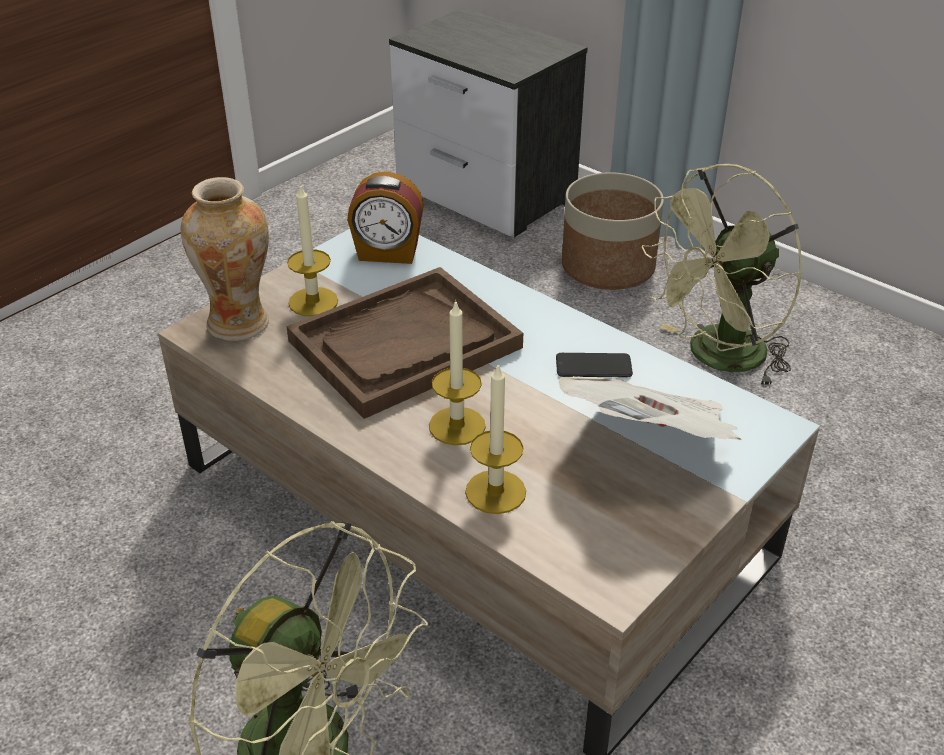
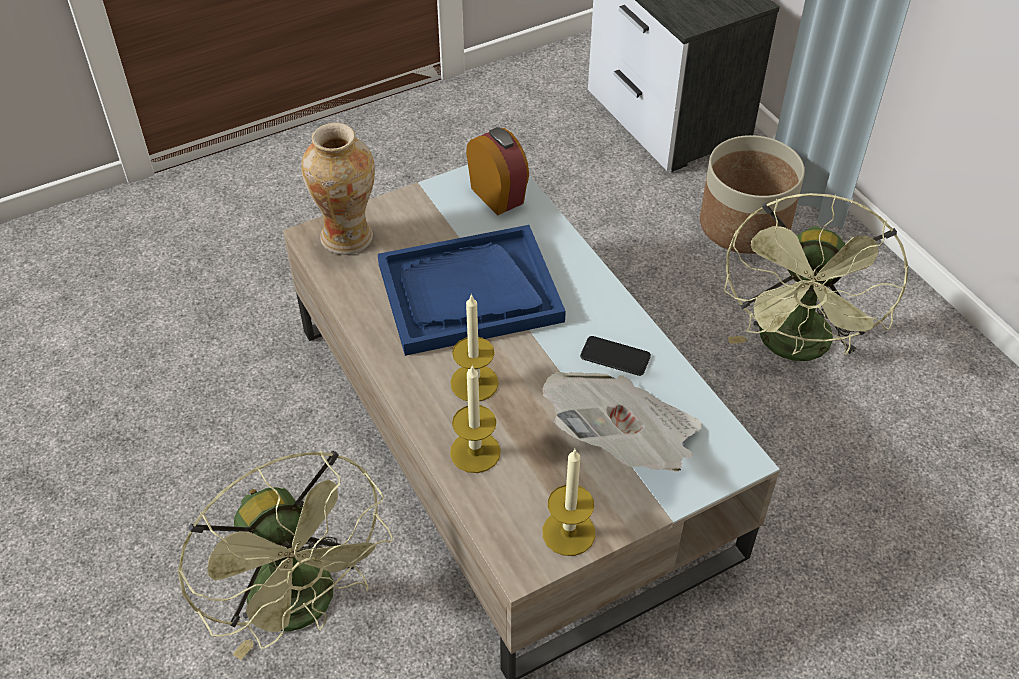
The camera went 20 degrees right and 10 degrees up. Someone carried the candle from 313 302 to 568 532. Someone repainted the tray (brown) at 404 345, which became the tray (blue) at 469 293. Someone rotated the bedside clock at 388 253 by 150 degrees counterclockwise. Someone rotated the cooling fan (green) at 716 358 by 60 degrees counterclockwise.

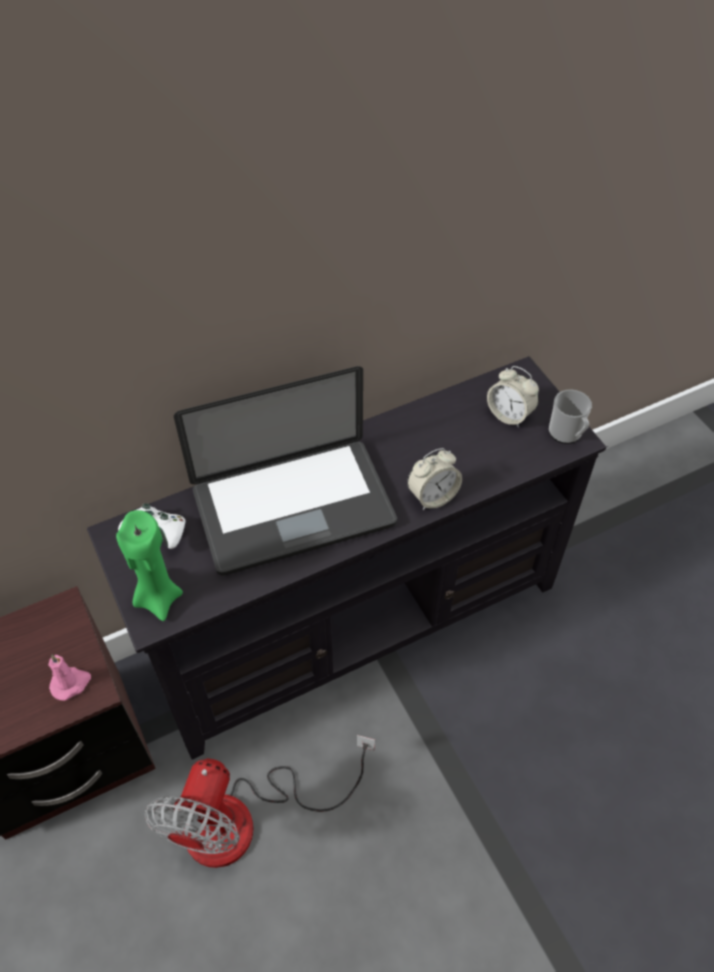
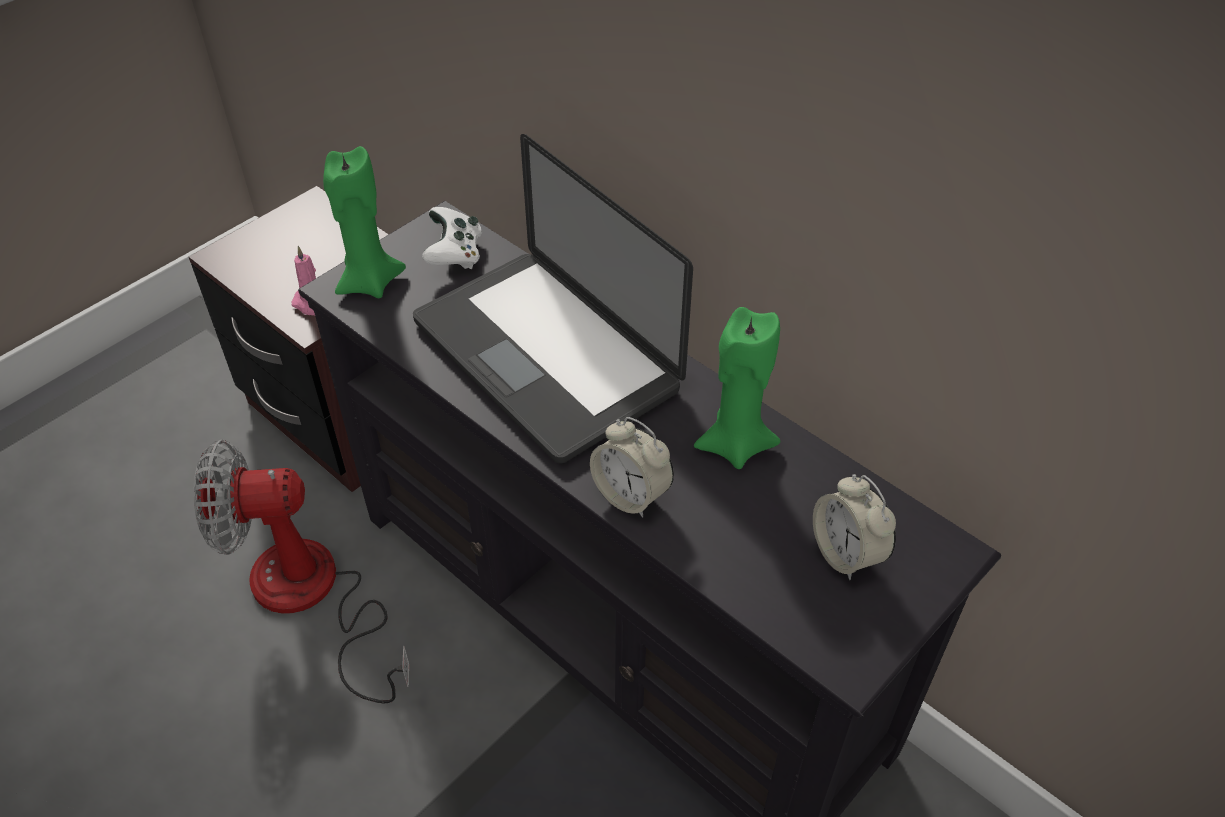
The camera went 70 degrees right and 5 degrees down. Someone rotated the bedside clock at 509 414 by 45 degrees counterclockwise. Someone took away the mug at 567 434. Someone put down the candle (green) at 735 445.

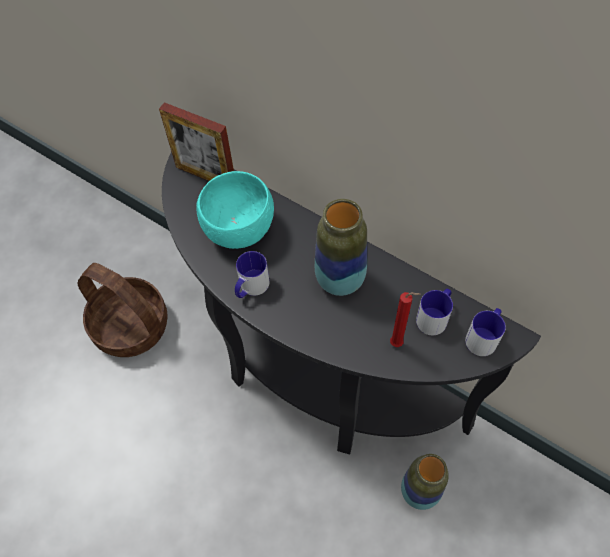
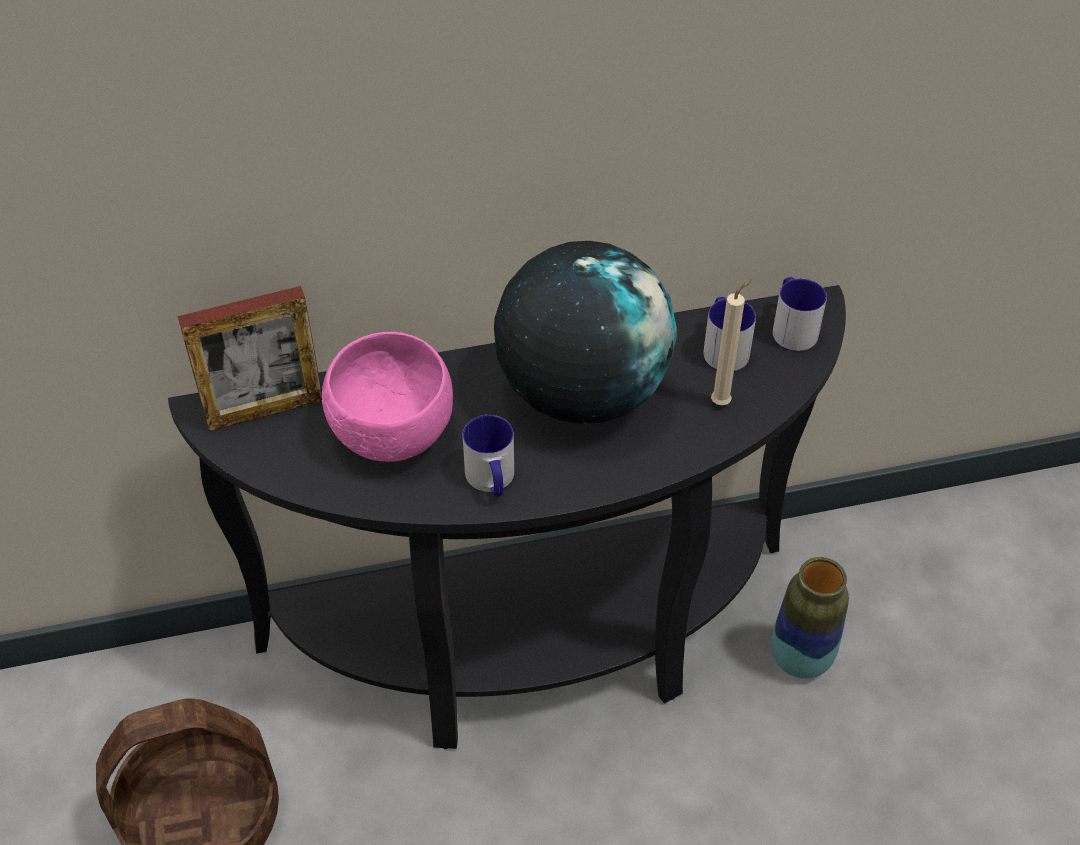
The camera went 50 degrees left and 10 degrees down. Someone repainted the deep dish (blue-green) at 238 228, which became the deep dish (pink-coloured) at 390 434. Someone swapped the decorative vase at 340 280 for the world globe at 582 392. Someone repainted the candle (reddish) at 398 344, which became the candle (sand-coloured) at 723 402.

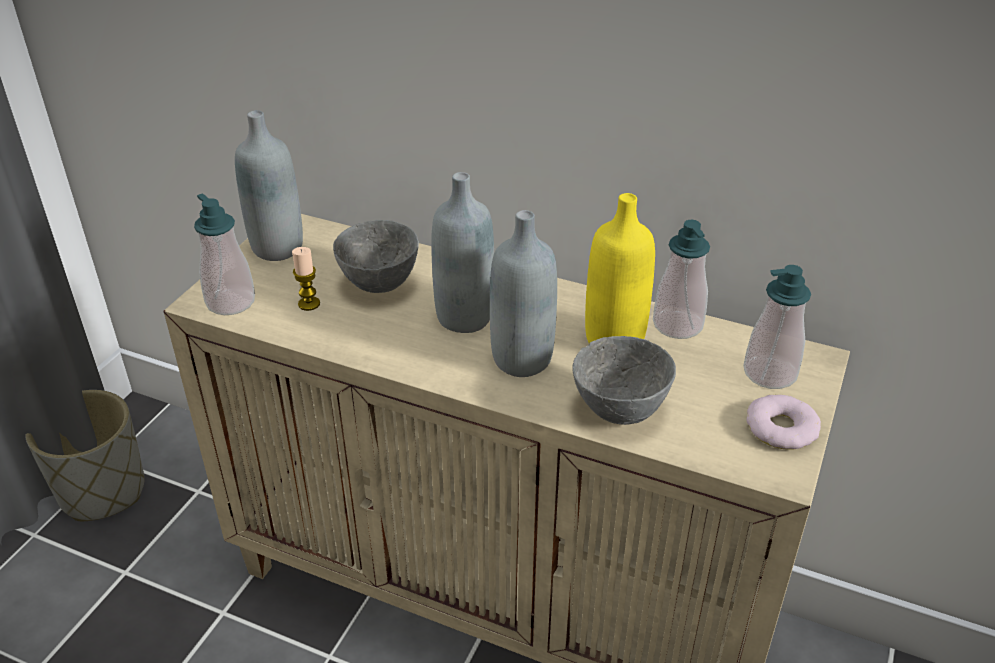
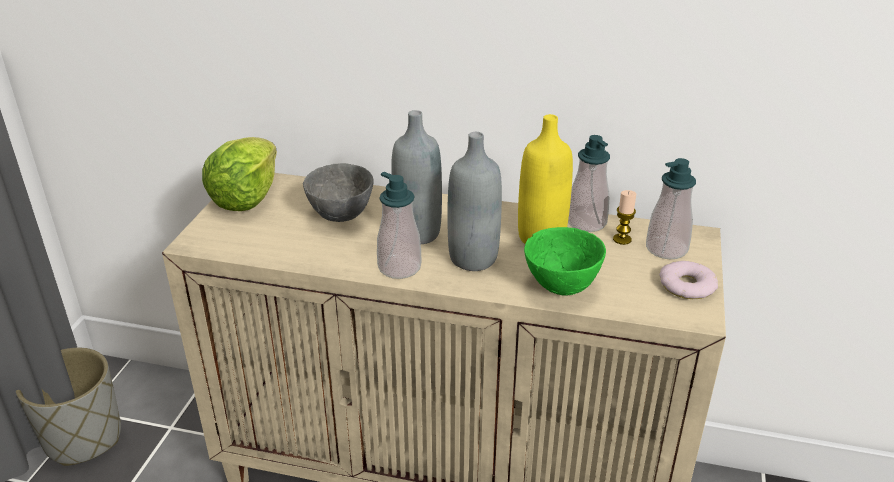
The camera went 10 degrees left and 5 degrees down. Someone carried the liquid soap bottle from 231 302 to 399 267. Someone swapped the beverage bottle (gray) at 277 248 for the head of lettuce at 246 197. Someone carried the candle from 309 304 to 622 239. Someone repainted the deep dish (gray) at 621 412, which became the deep dish (green) at 562 287.

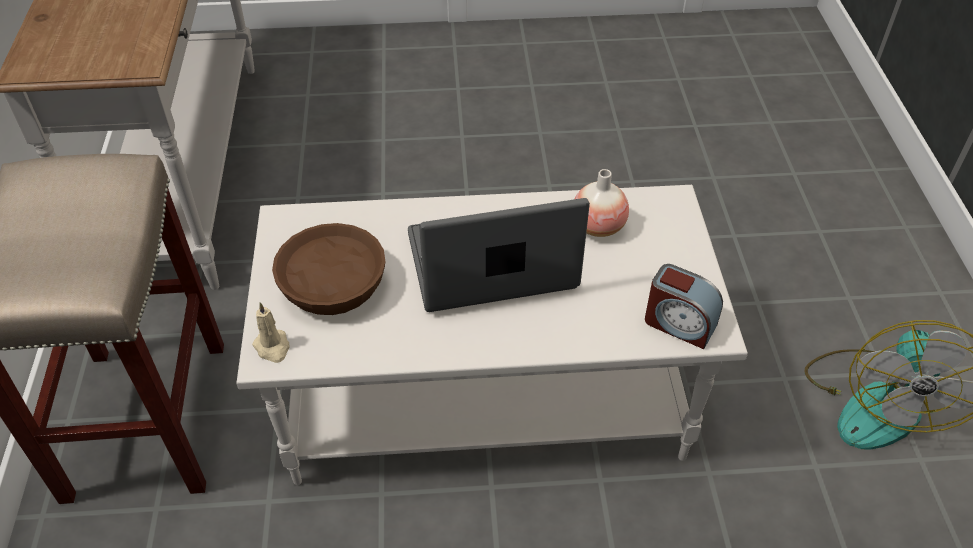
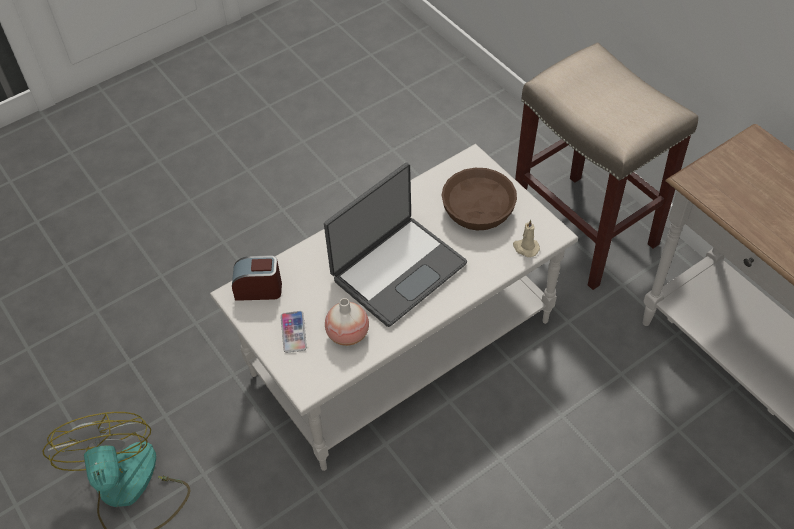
The camera went 150 degrees right and 5 degrees up. Someone carried the candle (sand-coloured) from 273 347 to 525 248. Someone put down the handset at 293 332.

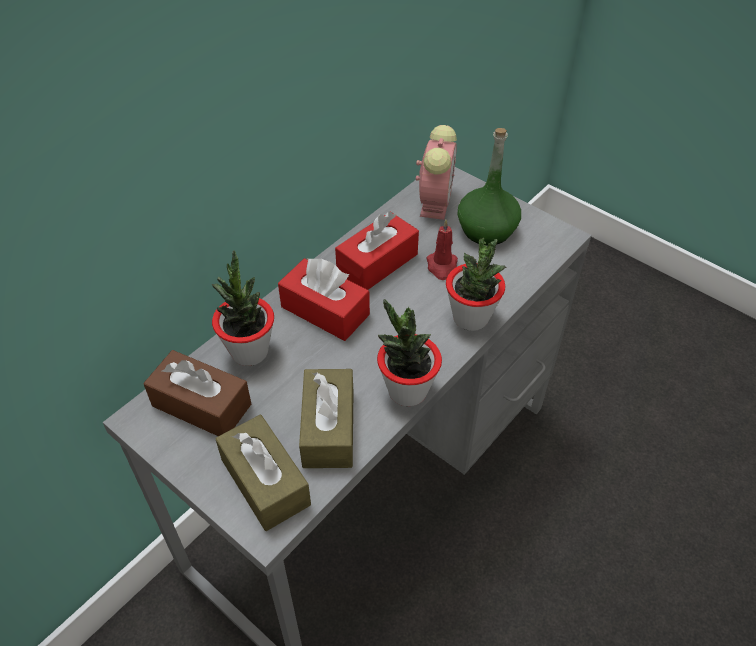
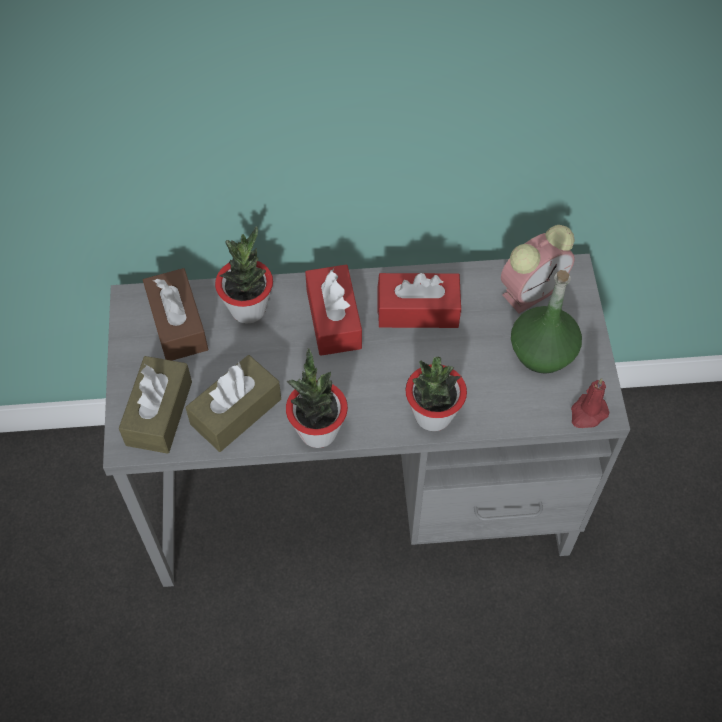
The camera went 45 degrees right and 10 degrees up. Someone carried the candle (reddish) from 442 266 to 587 413.

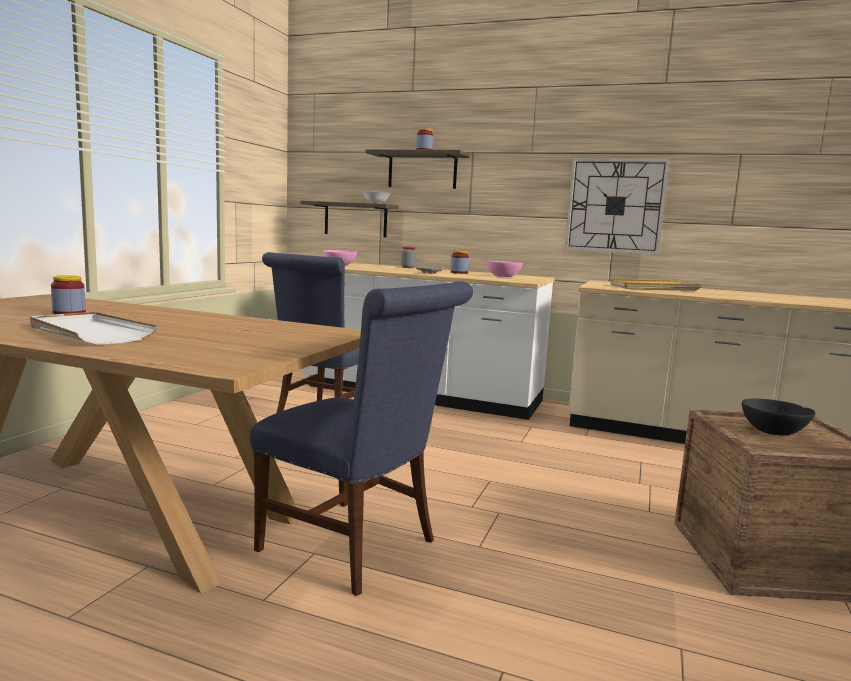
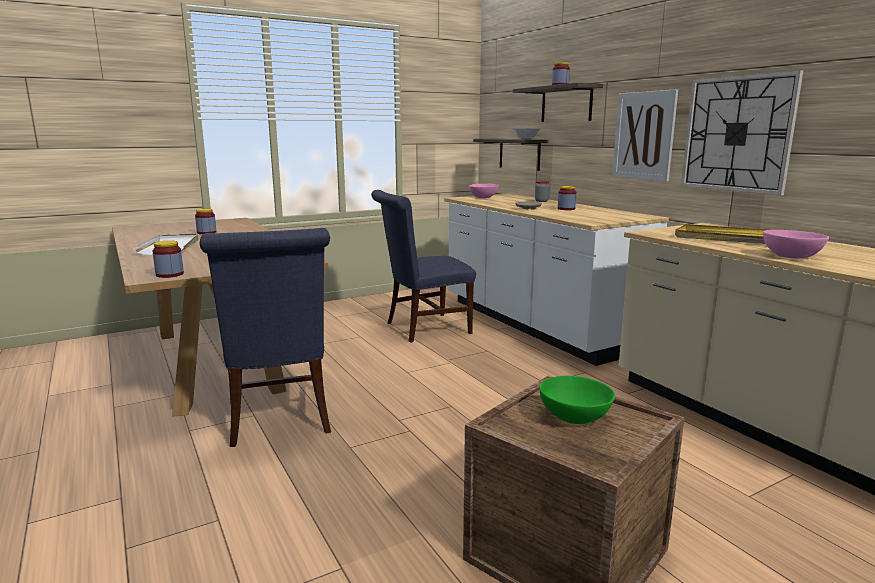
The camera went 40 degrees right and 5 degrees up. Someone carried the deep dish (pink-coloured) from 503 276 to 791 256. Someone repainted the deep dish (black) at 773 431, which became the deep dish (green) at 574 417. Someone put down the storage jar at 169 274. Someone put up the picture at 644 136.

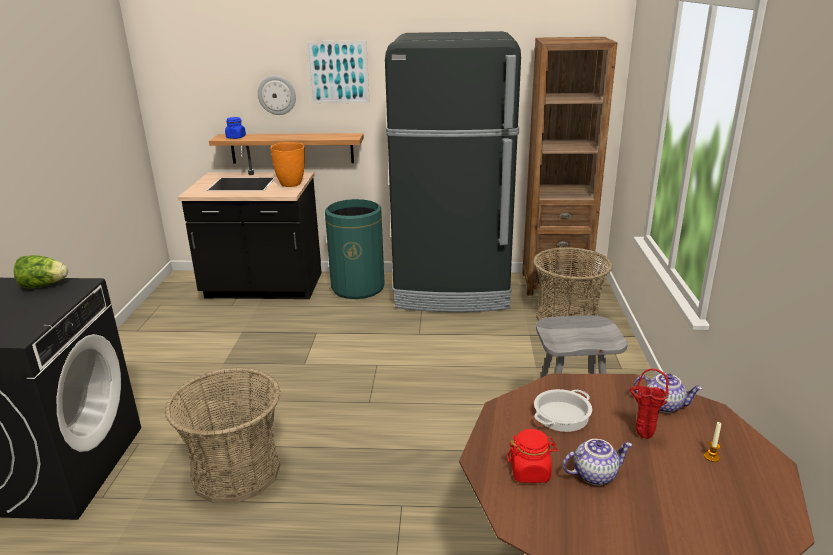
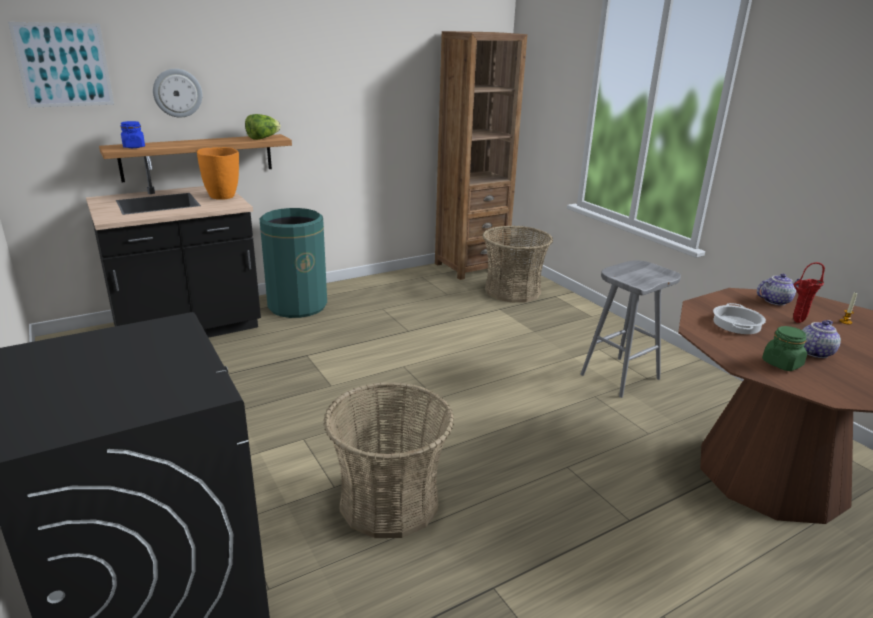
The camera went 35 degrees left and 0 degrees up. Someone carried the head of lettuce from 44 286 to 263 138. Someone carried the picture from 338 72 to 63 65. Someone took away the kitchen fridge (black) at 453 291. Someone repainted the storage jar (reddish) at 530 472, which became the storage jar (green) at 782 363.

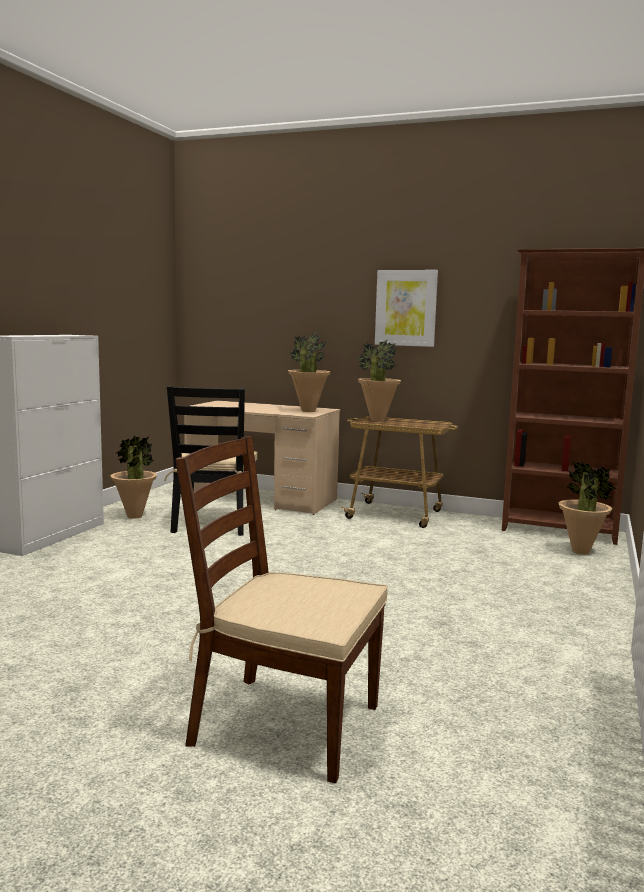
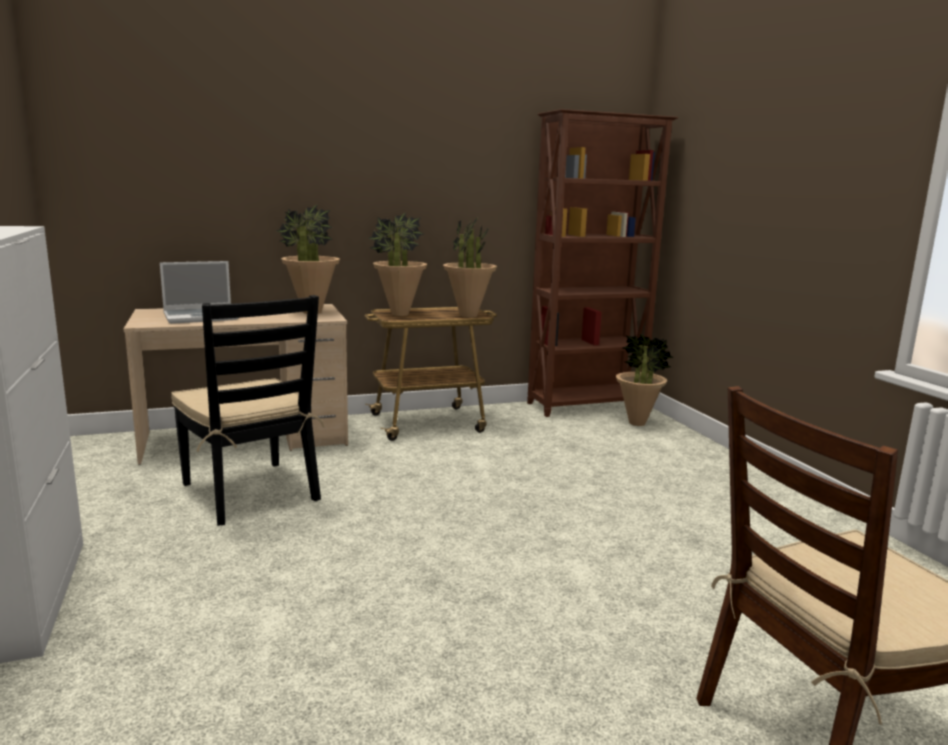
The camera went 40 degrees left and 5 degrees up. Someone carried the houseplant from 134 516 to 468 316. Someone took away the picture at 406 308. Someone put down the portable computer at 202 317.

